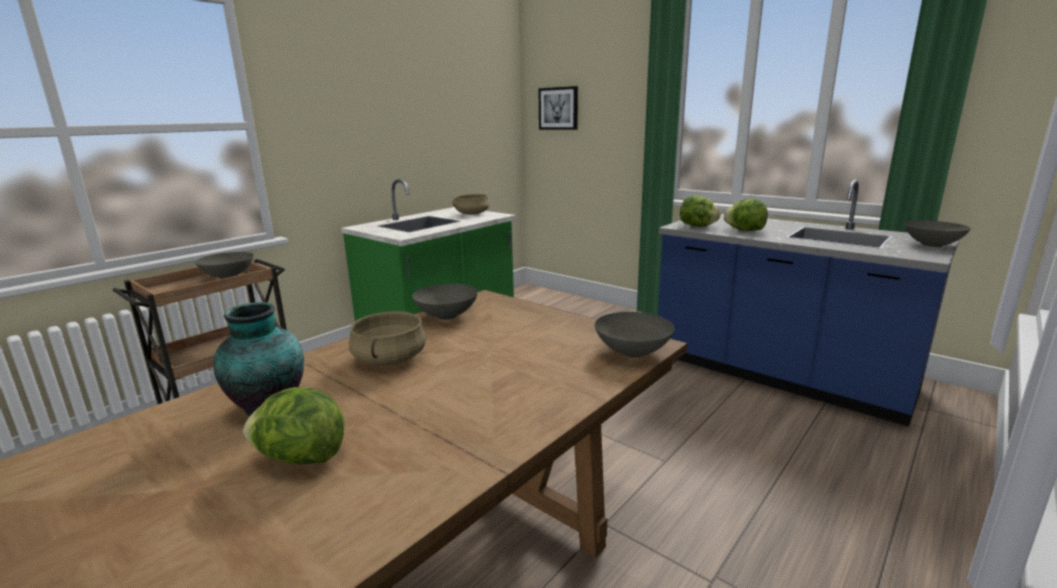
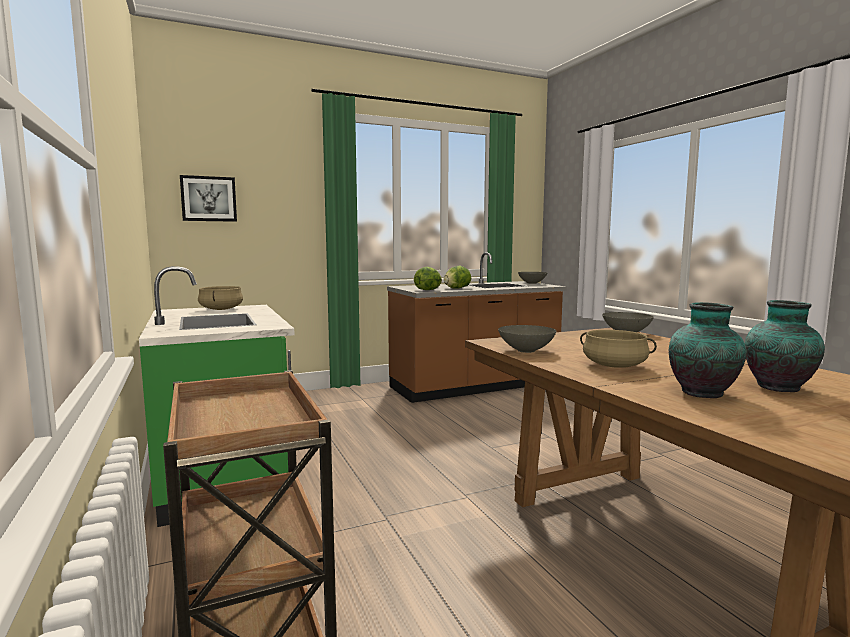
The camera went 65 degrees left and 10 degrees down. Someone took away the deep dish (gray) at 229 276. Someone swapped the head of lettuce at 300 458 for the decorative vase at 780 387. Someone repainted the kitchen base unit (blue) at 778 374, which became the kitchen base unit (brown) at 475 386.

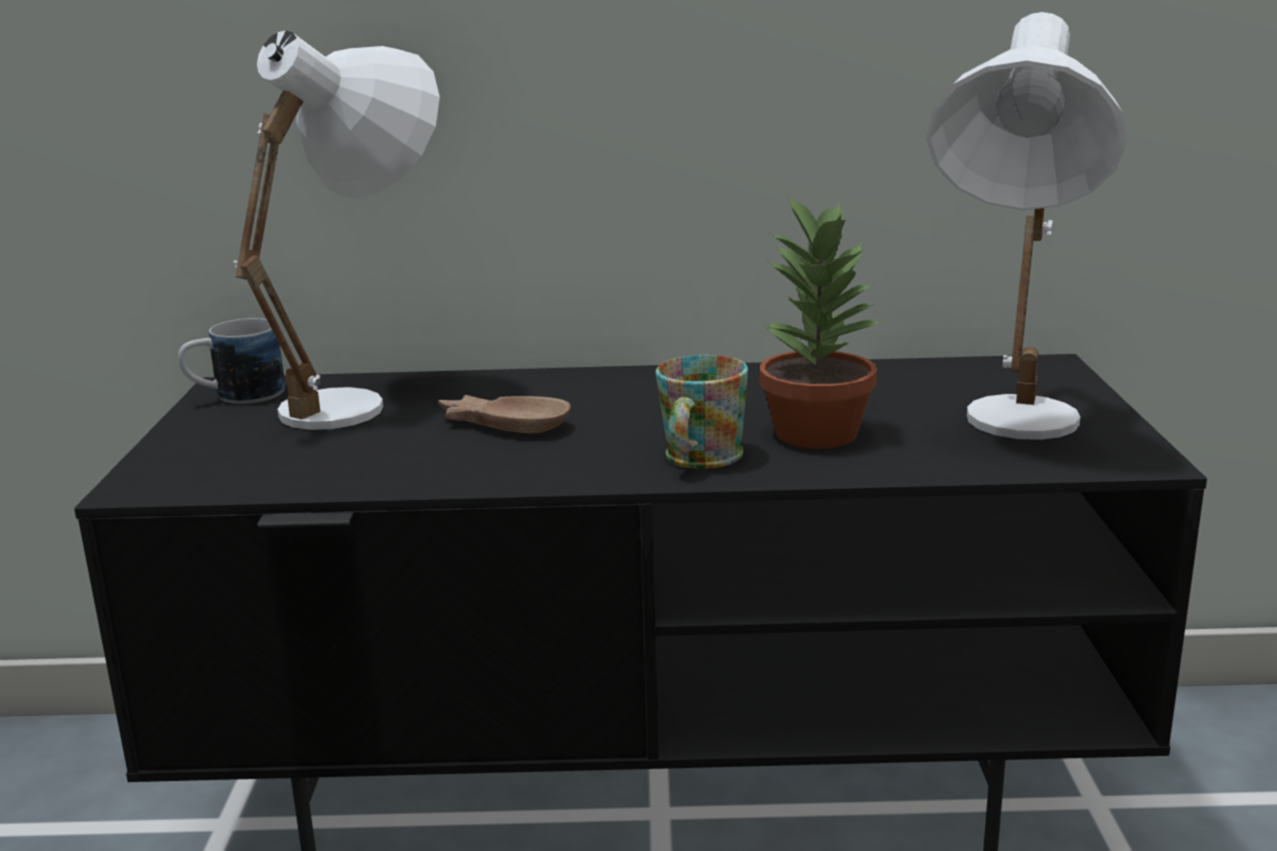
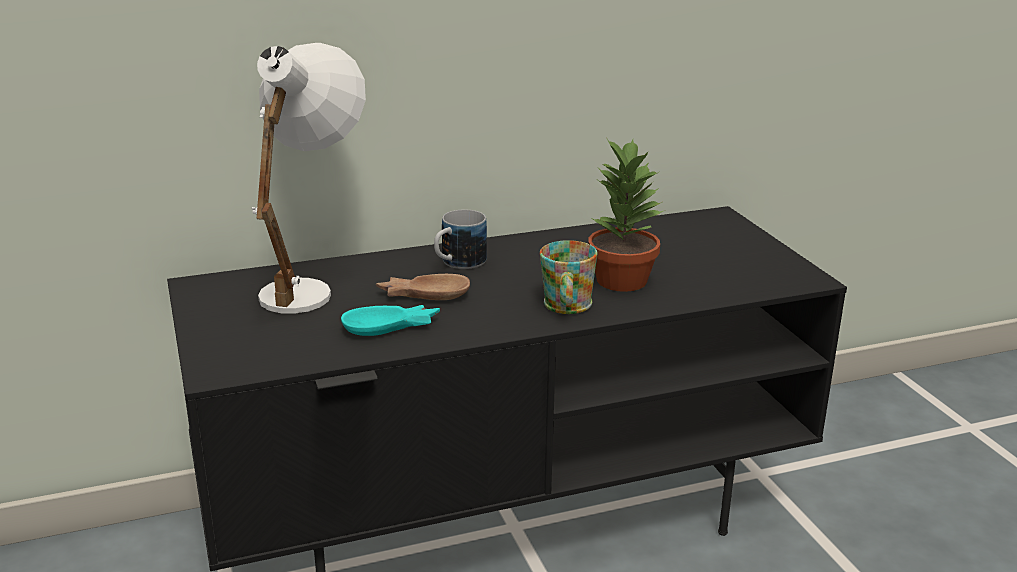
The camera went 20 degrees left and 5 degrees up. Someone carried the mug from 235 396 to 457 264. Someone took away the tabletop lamp (whitish) at 1010 433. Someone put down the deep dish (blue-green) at 392 328.

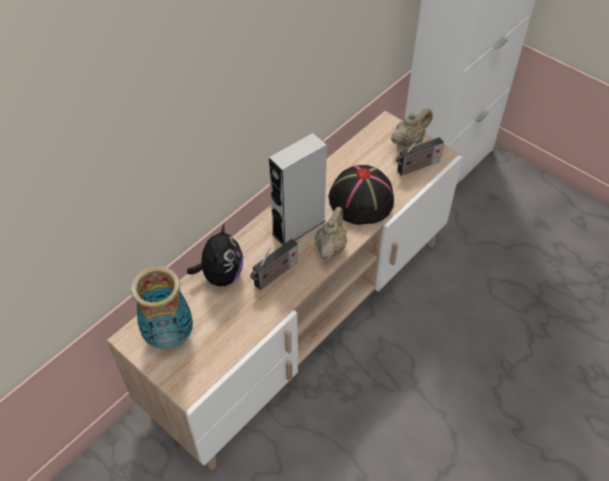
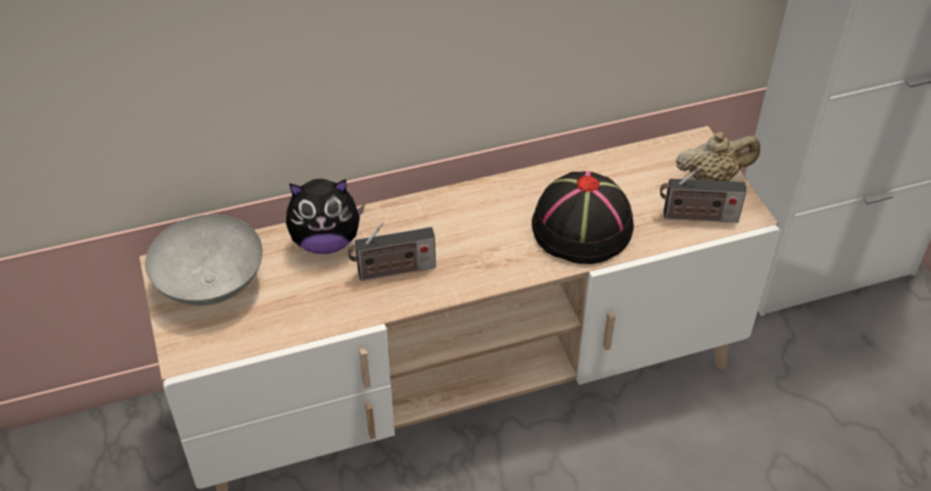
The camera went 30 degrees right and 5 degrees down. Someone swapped the decorative vase at 170 337 for the deep dish (gray) at 211 286. Someone rotated the plush toy at 221 275 by 45 degrees clockwise. Someone took away the loudspeaker (gray) at 298 227. Someone took away the teapot (sand-coloured) at 330 247.

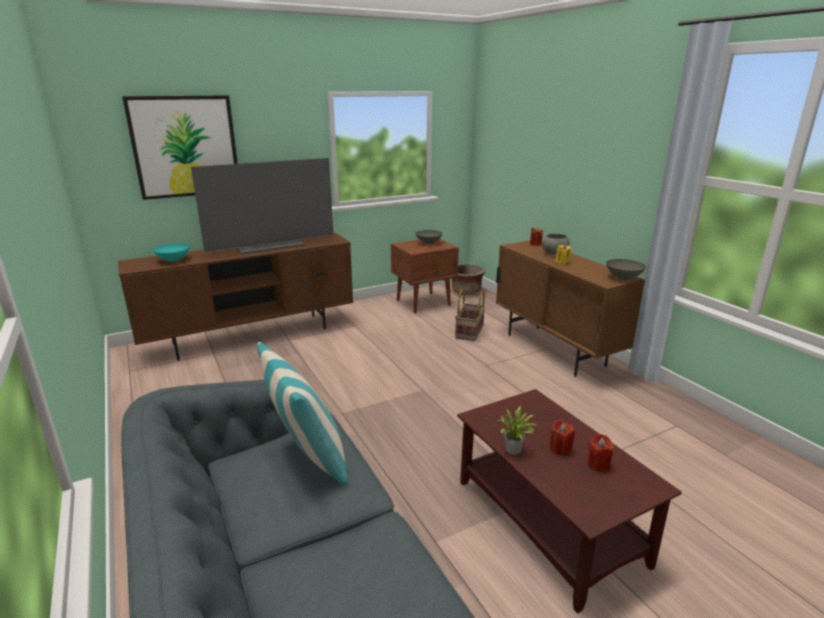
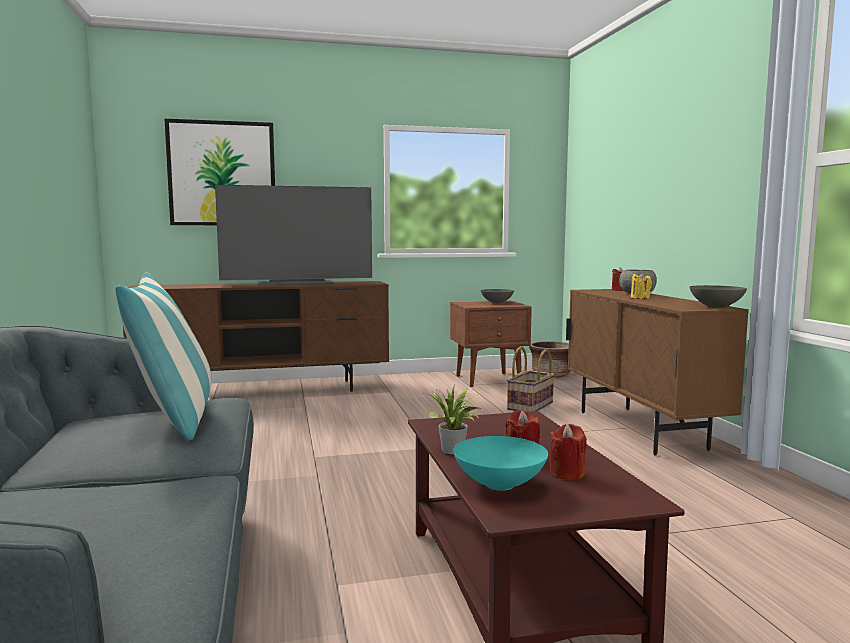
The camera went 15 degrees right and 15 degrees down. Someone carried the deep dish (blue-green) from 173 260 to 499 484.

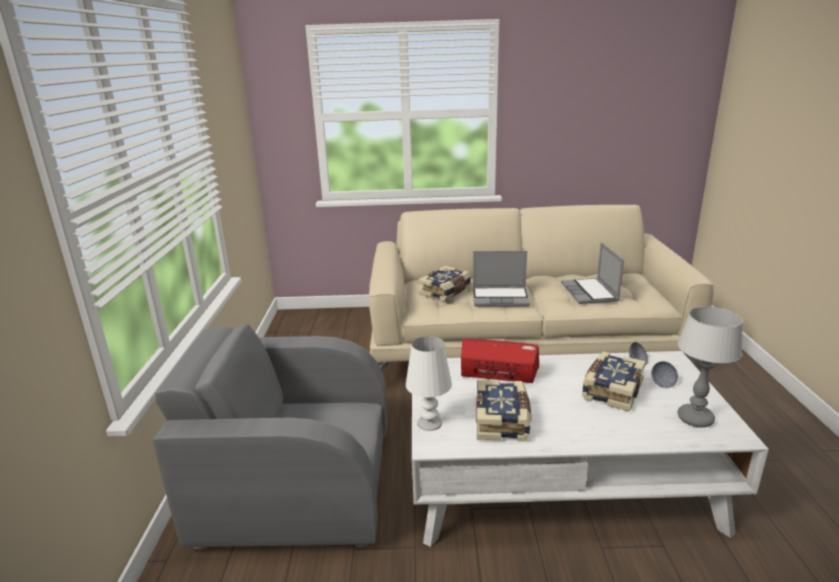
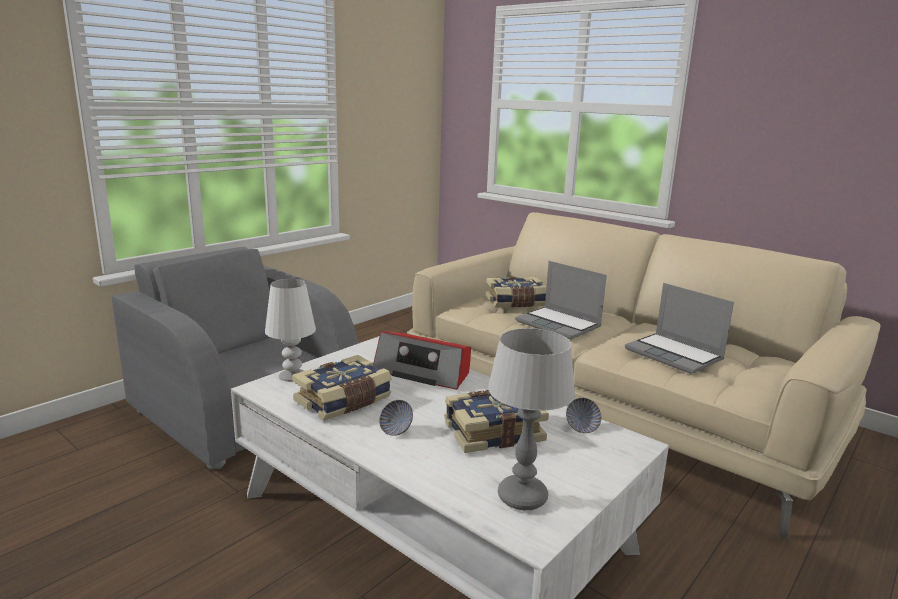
The camera went 40 degrees right and 5 degrees down. Someone rotated the radio at 498 372 by 150 degrees clockwise. Someone rotated the portable computer at 590 293 by 75 degrees counterclockwise. Someone carried the deep dish from 662 383 to 396 430.

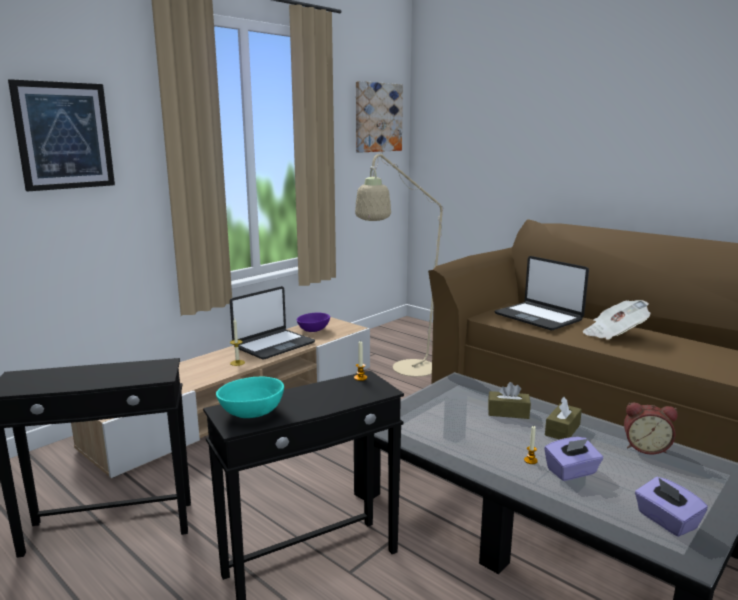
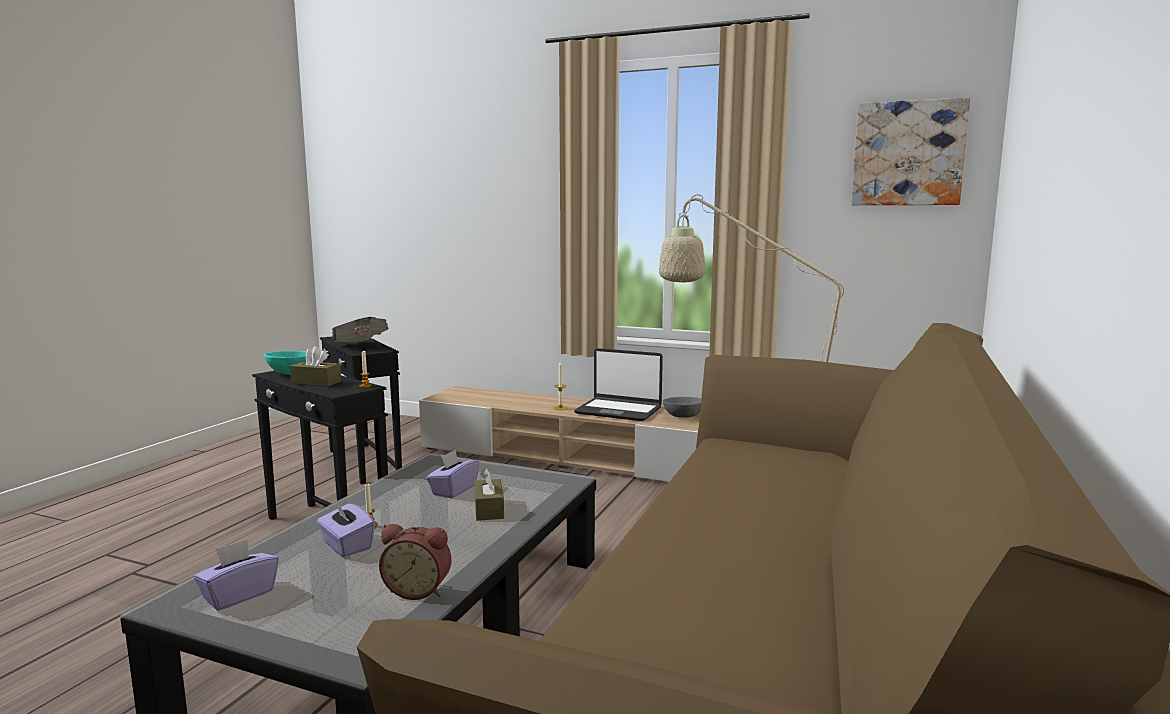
The camera went 70 degrees right and 5 degrees down. Someone took away the picture at 64 136. Someone repainted the deep dish (purple) at 314 330, which became the deep dish (gray) at 683 416. Someone took away the portable computer at 538 317. Someone carried the tissue box (brown) from 562 430 to 316 382. Someone carried the newspaper from 614 334 to 360 346. Someone rotated the bedside clock at 645 447 by 75 degrees counterclockwise. Someone put down the tissue box (purple) at 453 490.

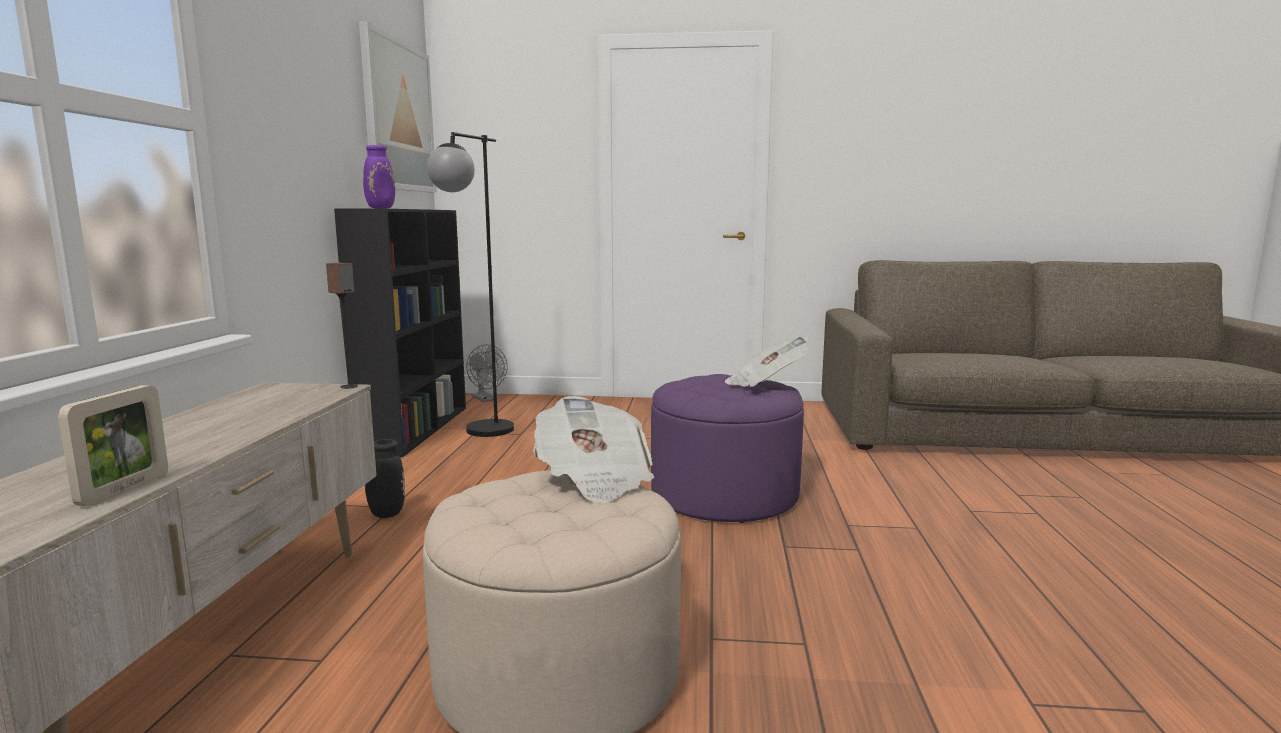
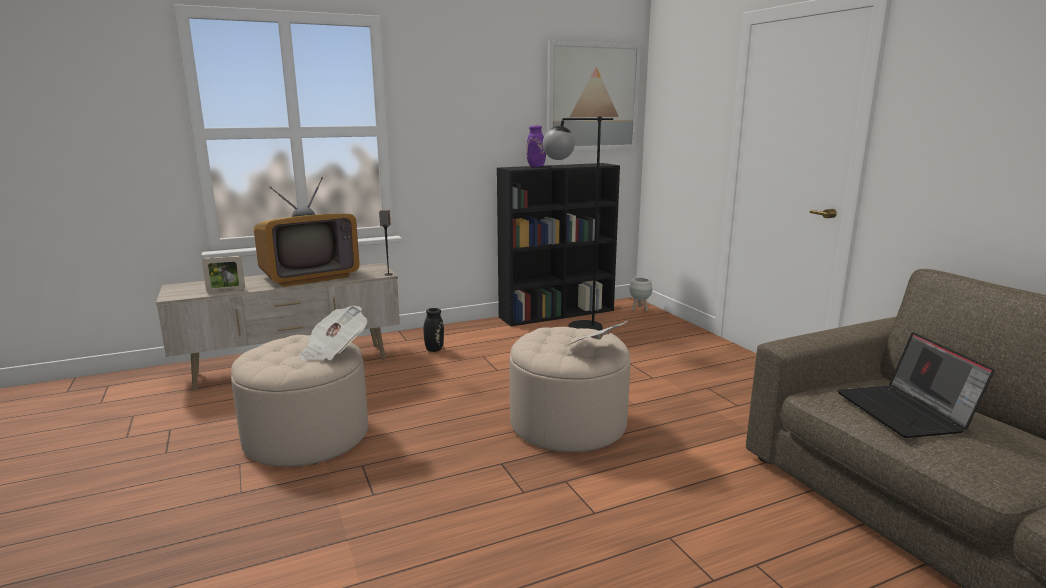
The camera went 60 degrees right and 5 degrees up. Someone swapped the cooling fan (gray) at 486 400 for the flower pot (whitish) at 639 309. Someone repainted the pouffe (purple) at 724 494, which became the pouffe (sand-coloured) at 568 424. Someone put down the television at 309 276. Someone put down the portable computer at 906 412.

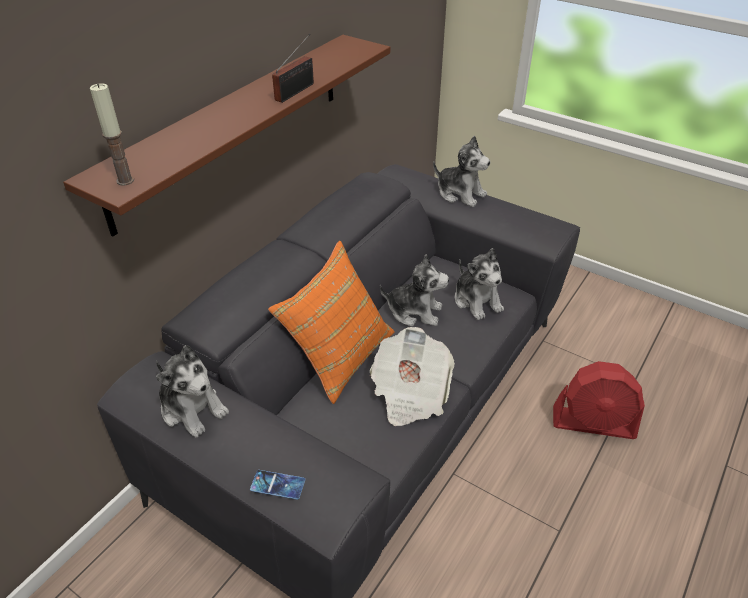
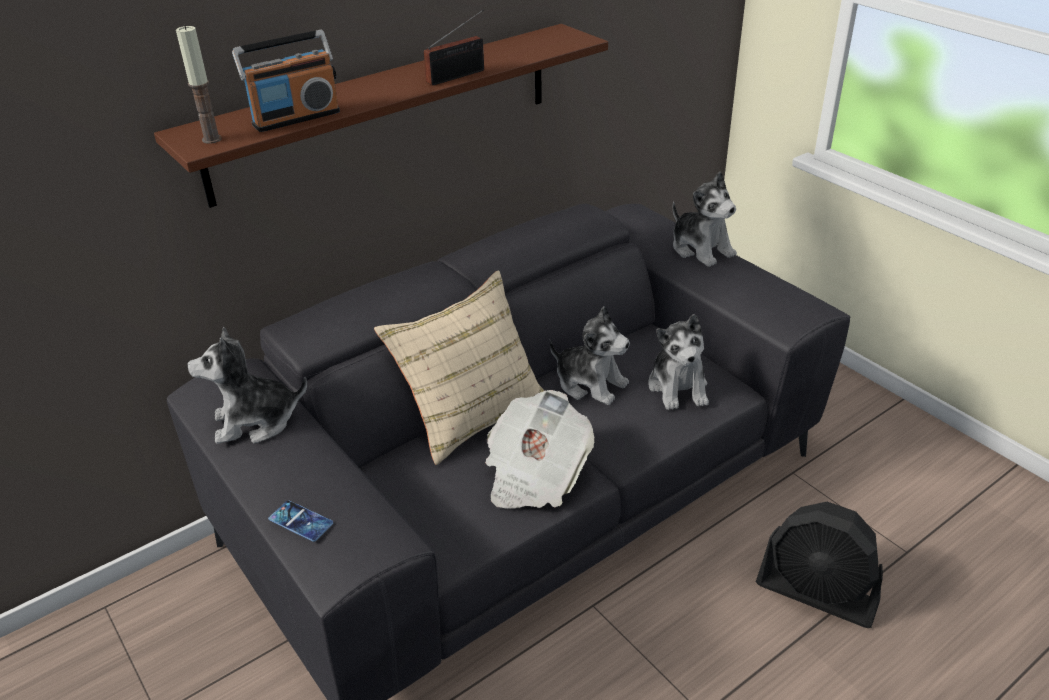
The camera went 20 degrees right and 5 degrees down. Someone rotated the plush toy at 193 408 by 105 degrees clockwise. Someone repainted the throw pillow (orange) at 339 355, which became the throw pillow (sand-coloured) at 472 413. Someone repainted the cooling fan (reddish) at 593 423, which became the cooling fan (black) at 817 593. Someone put down the radio at 296 118.

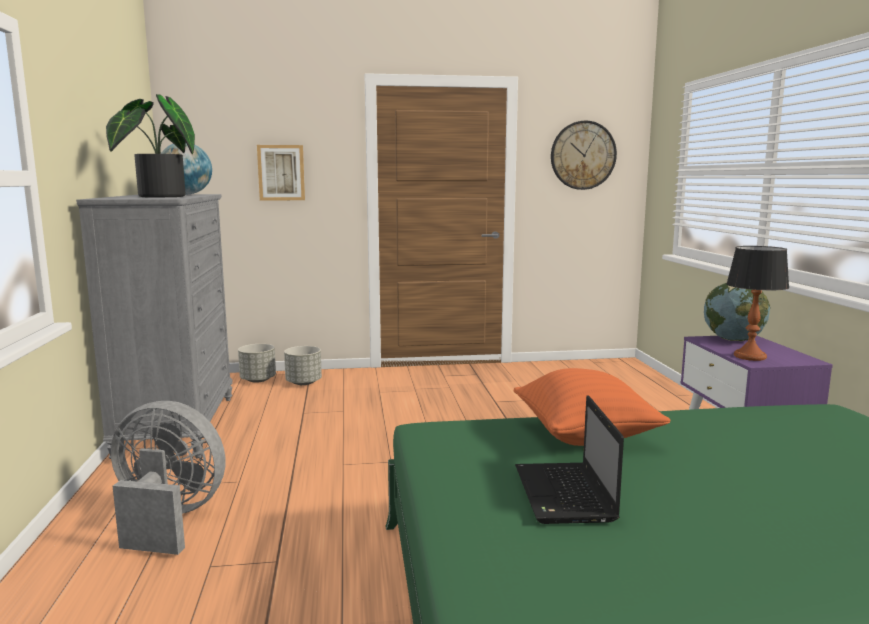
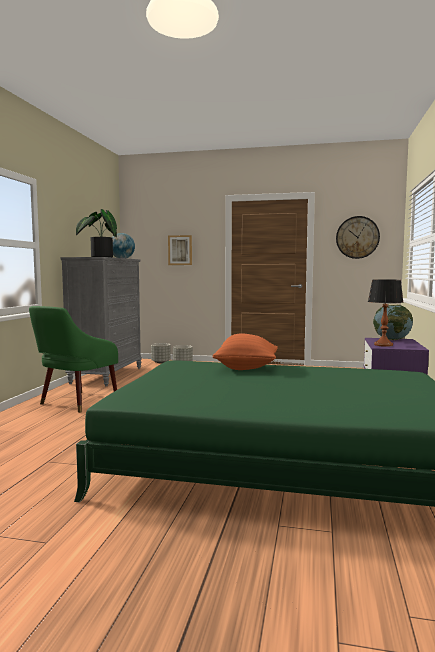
The camera went 20 degrees right and 5 degrees down. Someone swapped the cooling fan (gray) at 168 519 for the easy chair (green) at 75 403. Someone took away the portable computer at 565 495.

